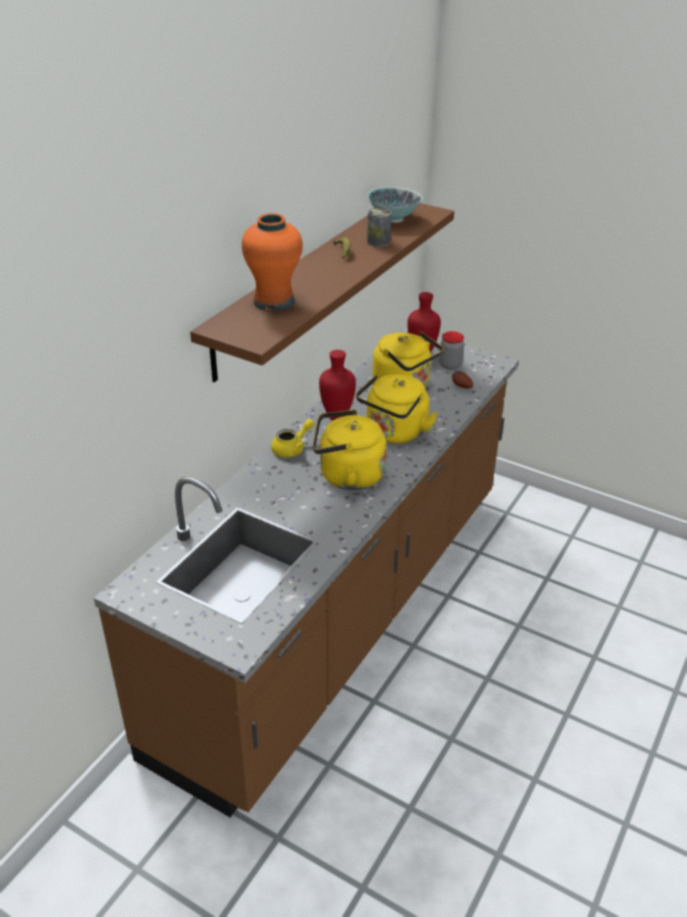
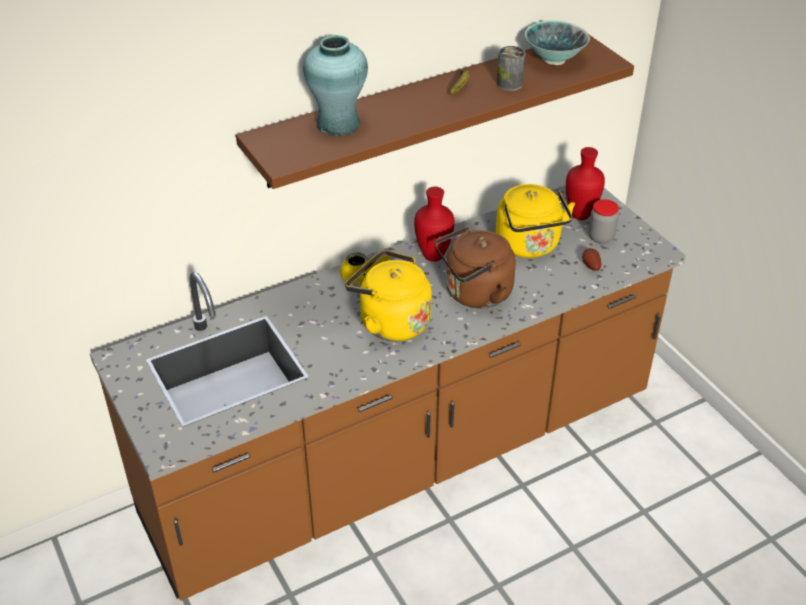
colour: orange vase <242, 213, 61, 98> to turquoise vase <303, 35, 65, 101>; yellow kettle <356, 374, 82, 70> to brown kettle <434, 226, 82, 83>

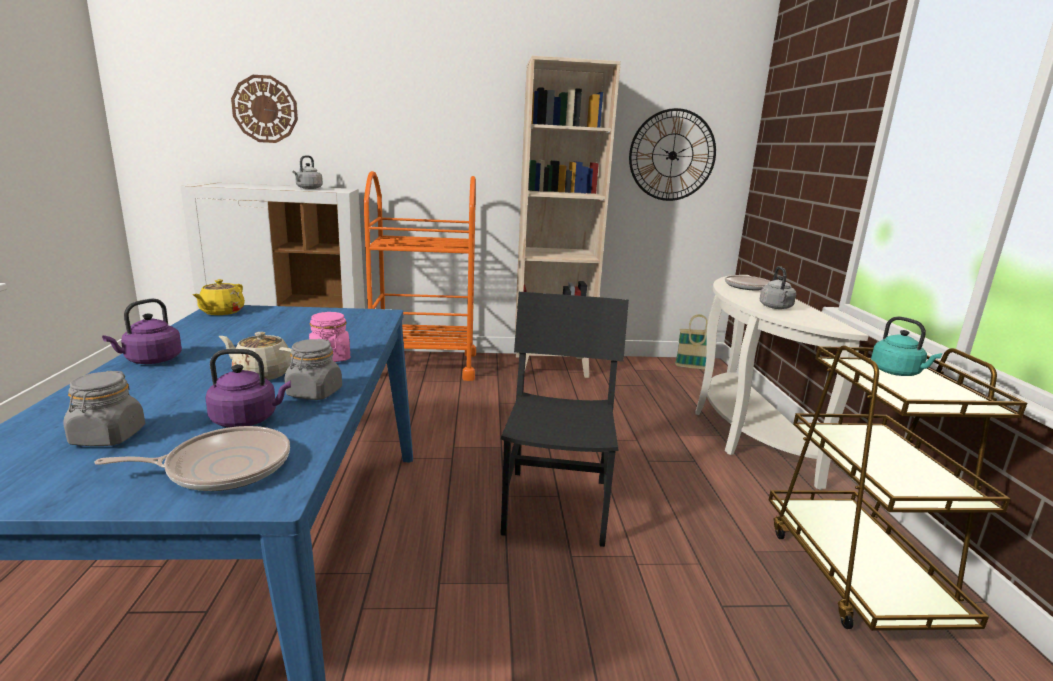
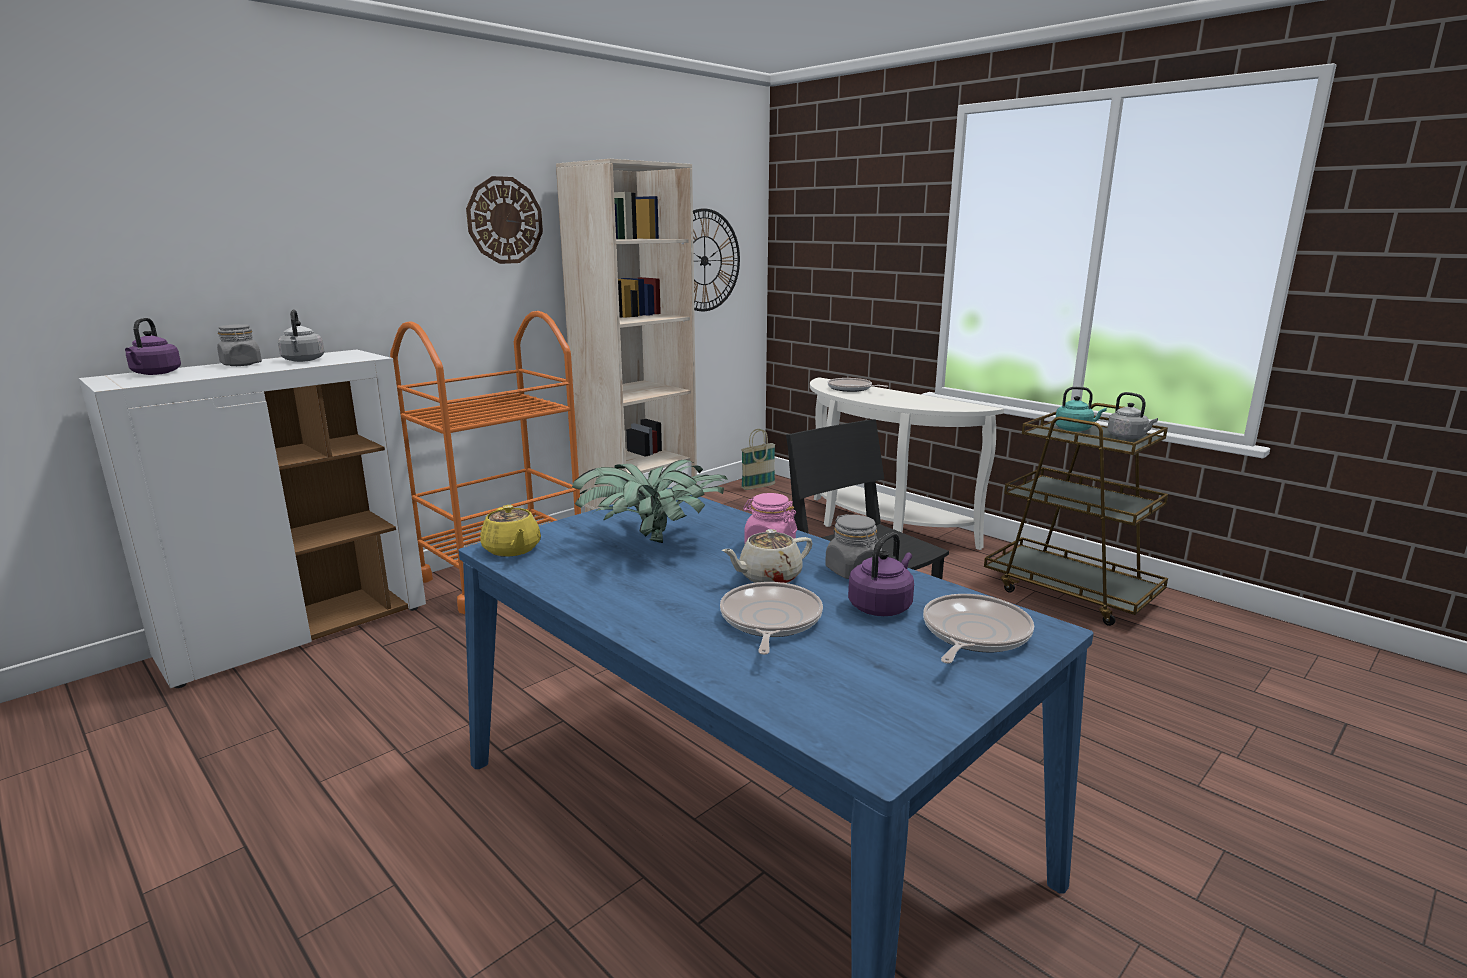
appeared: potted plant <572, 460, 156, 83>; frying pan <720, 582, 103, 73>
relocated: grey jar <63, 371, 82, 75> to <217, 324, 45, 42>; purple kettle <102, 298, 80, 66> to <125, 318, 56, 57>; wall clock <231, 75, 67, 68> to <466, 176, 77, 88>; grey kettle <760, 266, 36, 43> to <1107, 392, 51, 47>

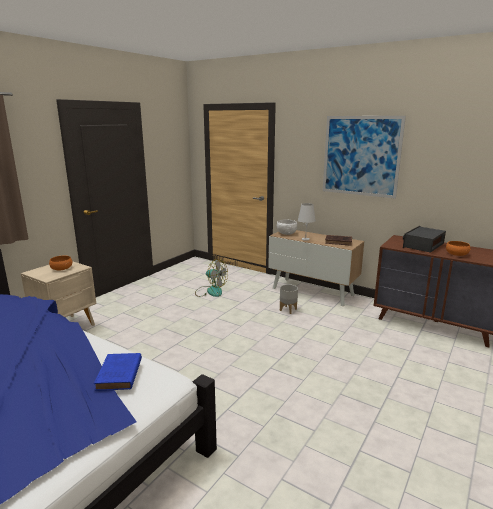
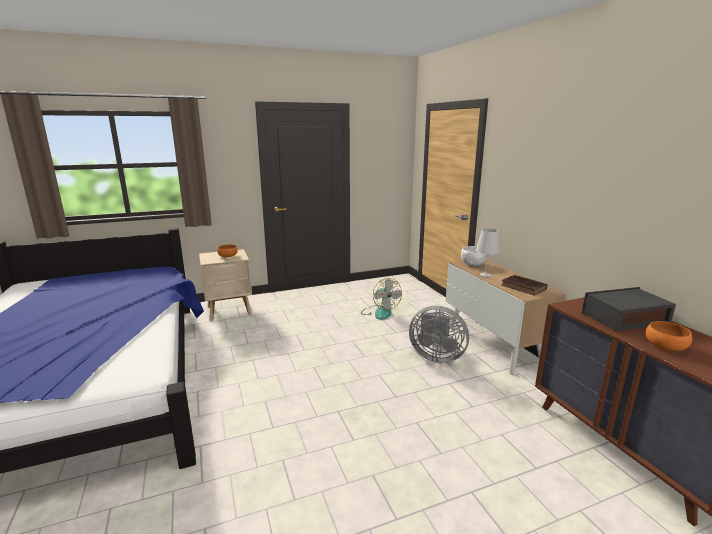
missing: blue book <94, 353, 48, 38>; picture <323, 116, 83, 83>
exchanged: grey planter <280, 284, 18, 30> to grey fan <409, 306, 60, 57>

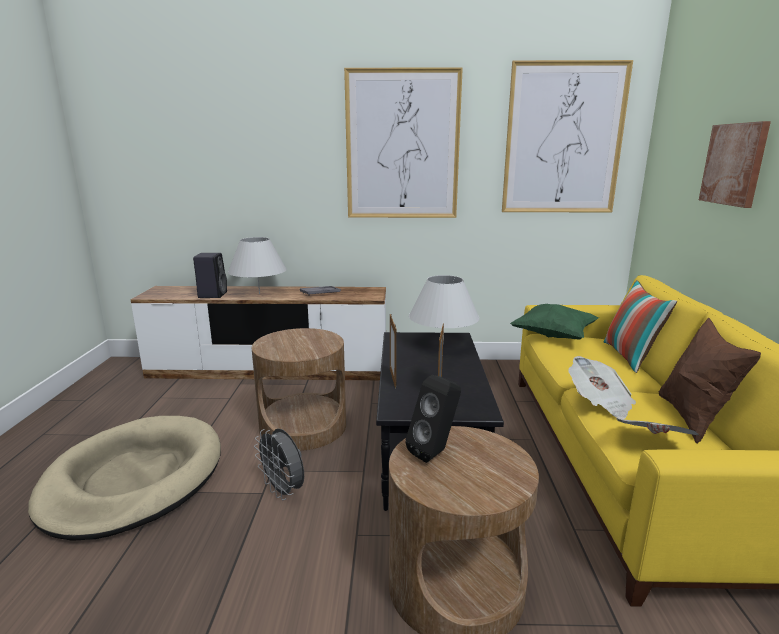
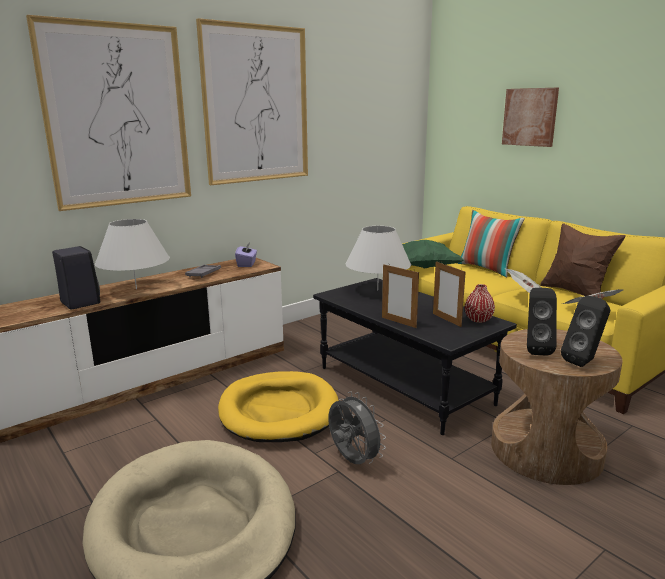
appeared: purple tissue box <235, 243, 22, 24>; red vase <465, 284, 30, 39>; black speaker <561, 296, 49, 71>
relocated: picture <502, 60, 131, 152> to <26, 15, 165, 196>
exchanged: brown side table <252, 328, 94, 123> to yellow dog bed <218, 371, 121, 71>
spun: grey fan <254, 429, 50, 71> = <328, 391, 58, 73> 135 degrees counterclockwise

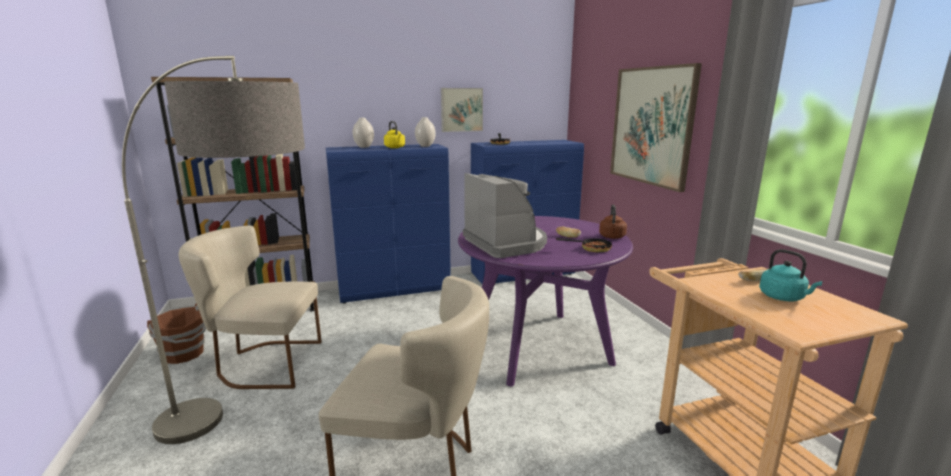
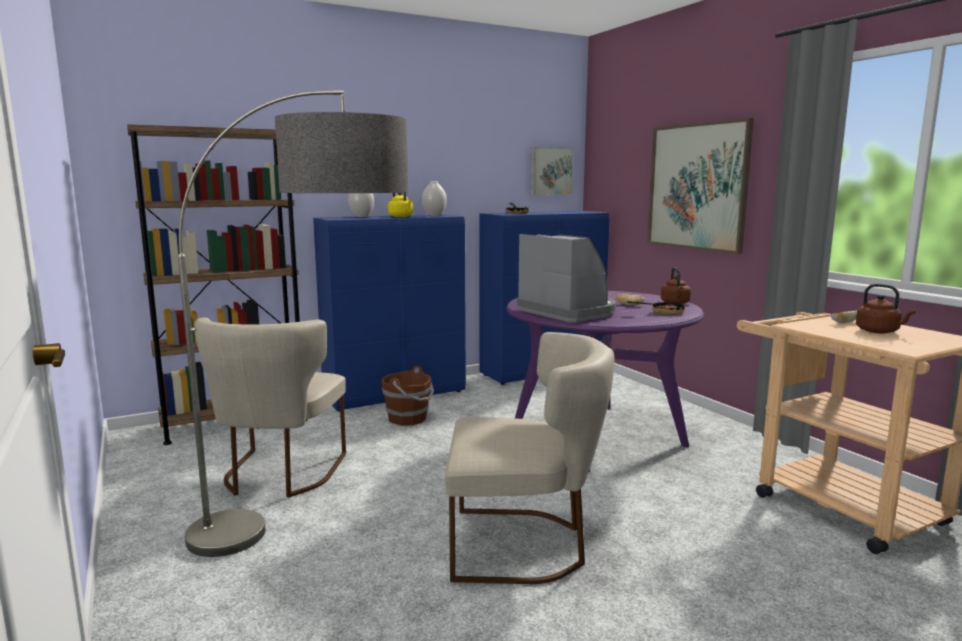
relocated: brown bucket <147, 303, 59, 61> to <382, 366, 52, 60>; picture <441, 88, 42, 44> to <530, 147, 44, 49>
colour: turquoise kettle <759, 249, 64, 53> to brown kettle <856, 284, 60, 49>
spun: beige chair <179, 226, 143, 163> = <195, 318, 151, 179> 75 degrees counterclockwise

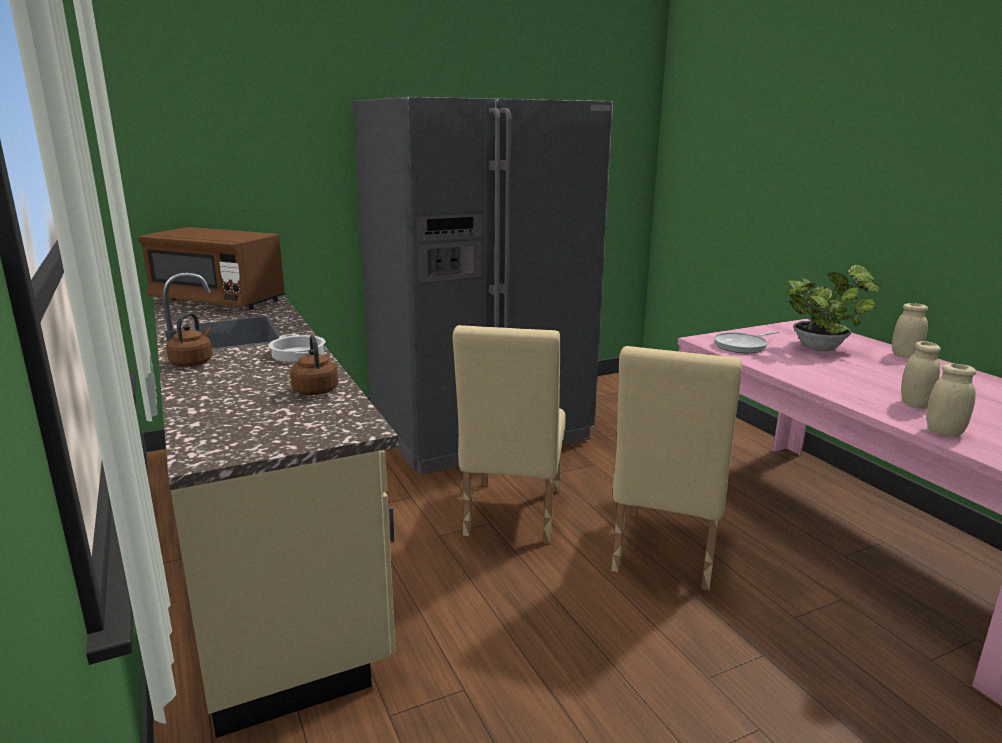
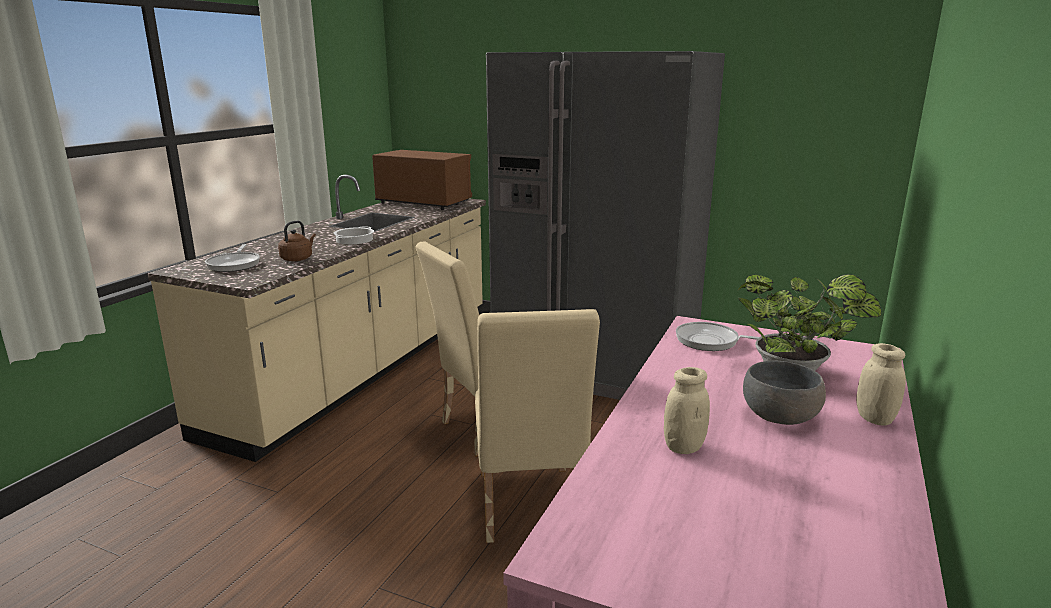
missing: brown kettle <166, 313, 47, 54>; beige jar <927, 364, 49, 72>
appeared: frying pan <205, 244, 55, 28>; grey bowl <743, 361, 83, 64>
spun: brown microwave <137, 227, 149, 83> = <372, 150, 100, 60> 135 degrees clockwise; beige chair <611, 346, 131, 245> = <475, 309, 125, 234> 75 degrees counterclockwise

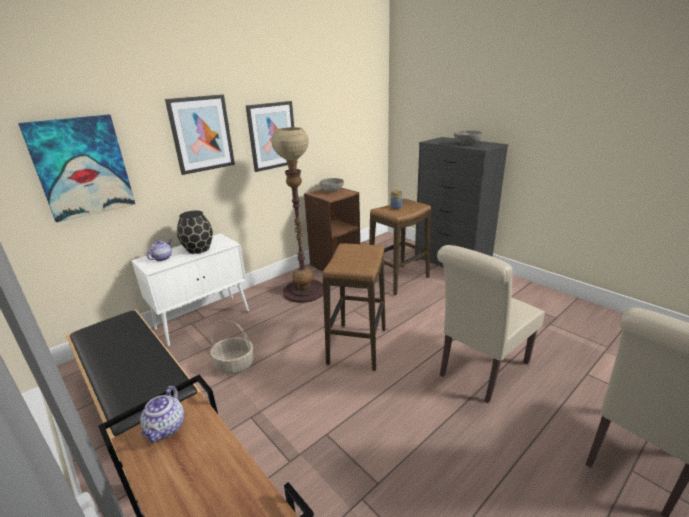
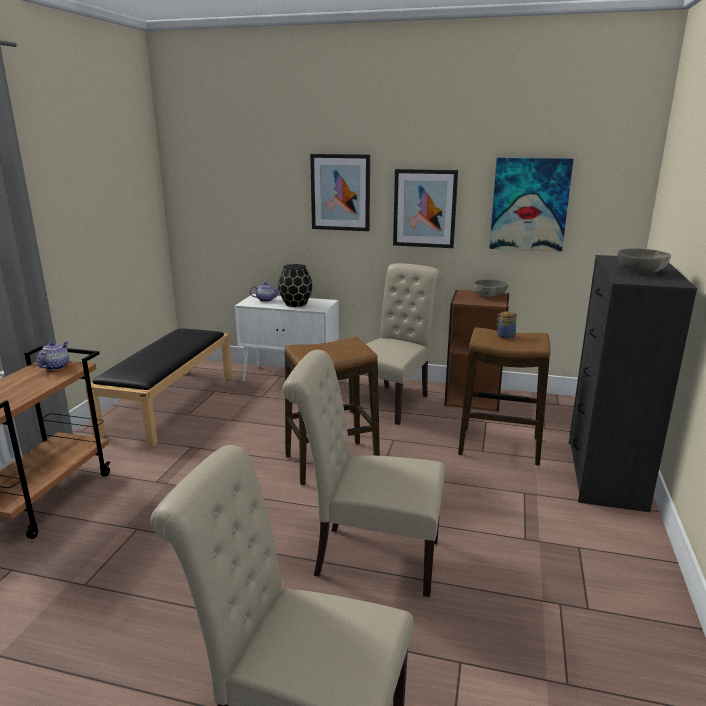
missing: basket <210, 320, 44, 54>
relocated: picture <18, 114, 118, 108> to <489, 158, 85, 94>
exchanged: floor lamp <271, 127, 52, 176> to beige chair <349, 263, 92, 162>
spun: teapot <140, 386, 44, 57> = <37, 342, 32, 28> 135 degrees clockwise

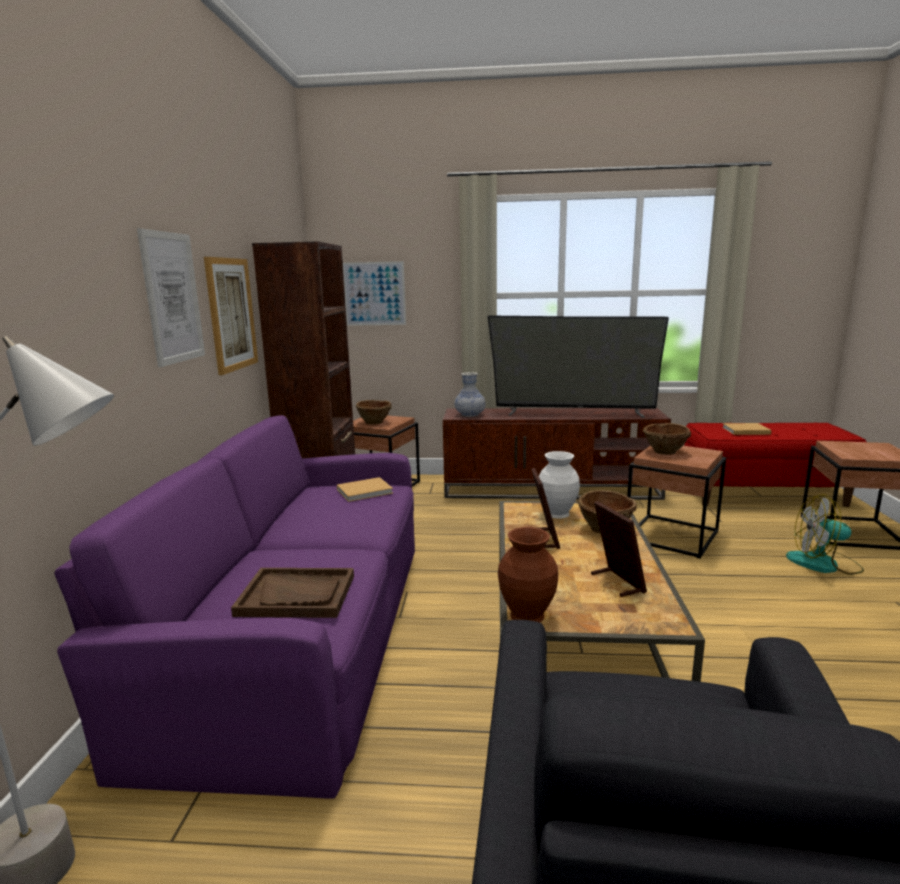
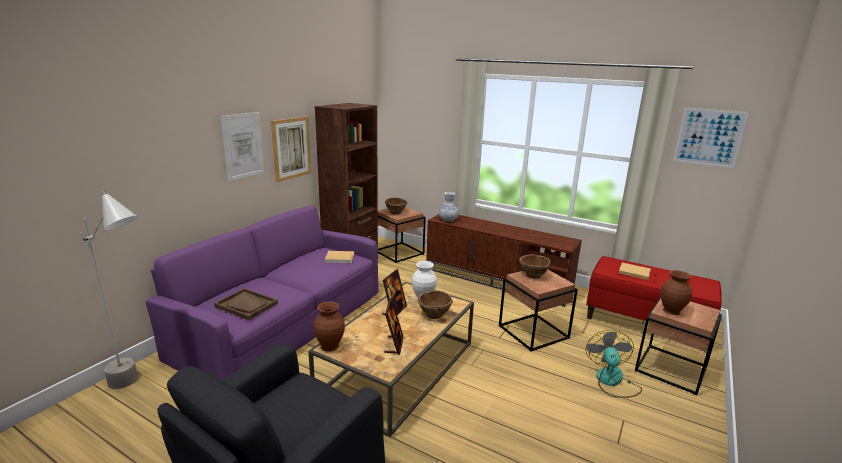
missing: television <488, 315, 181, 103>
appeared: brown vase <660, 270, 32, 45>
relocated: picture <343, 261, 63, 65> to <673, 108, 76, 60>
spun: fan <786, 494, 78, 81> = <585, 330, 57, 68> 60 degrees clockwise

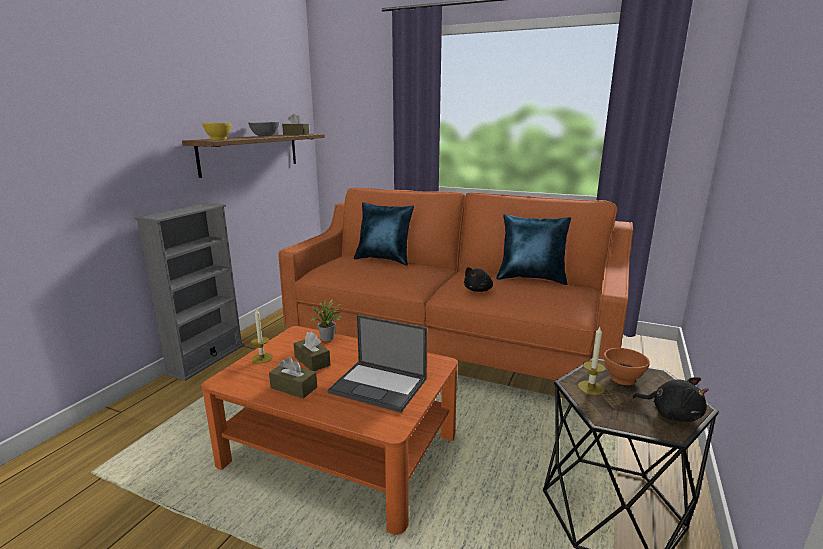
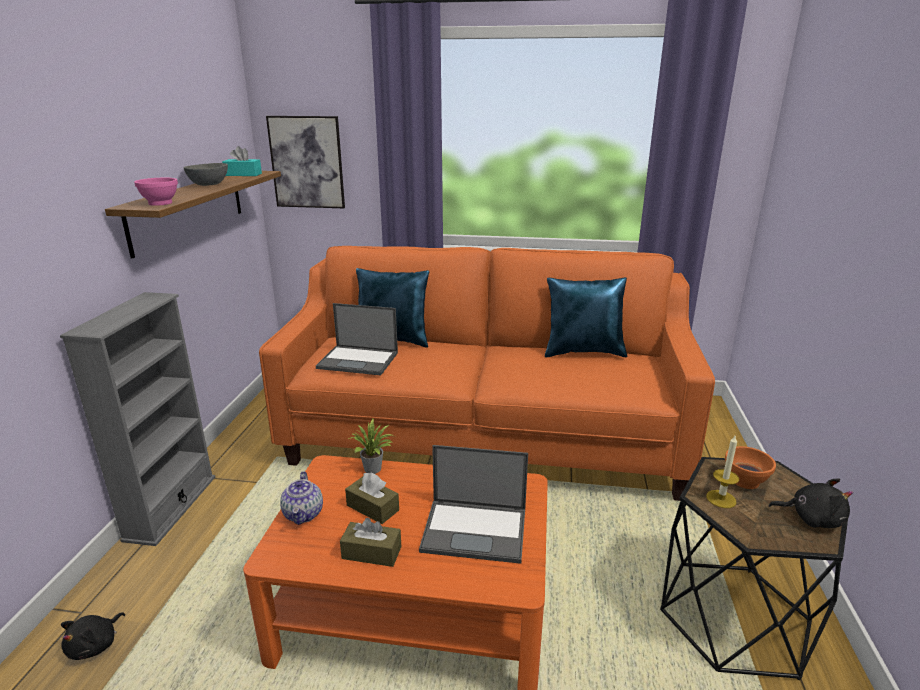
appeared: picture <266, 116, 79, 92>; laptop <316, 303, 82, 72>
relocated: black plush toy <464, 267, 29, 25> to <61, 612, 64, 48>
exchanged: candle <251, 308, 22, 55> to teapot <280, 471, 43, 54>
colour: yellow bowl <202, 123, 29, 17> to pink bowl <134, 178, 44, 28>; brown tissue box <282, 114, 27, 21> to turquoise tissue box <222, 146, 40, 30>

